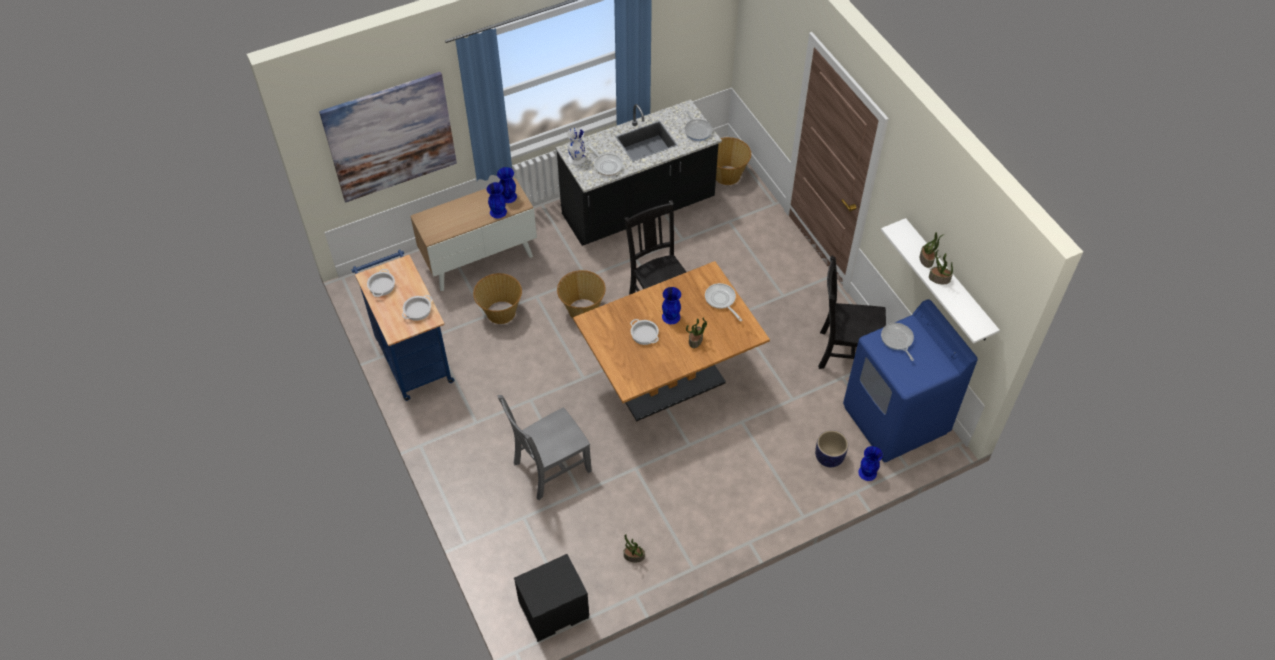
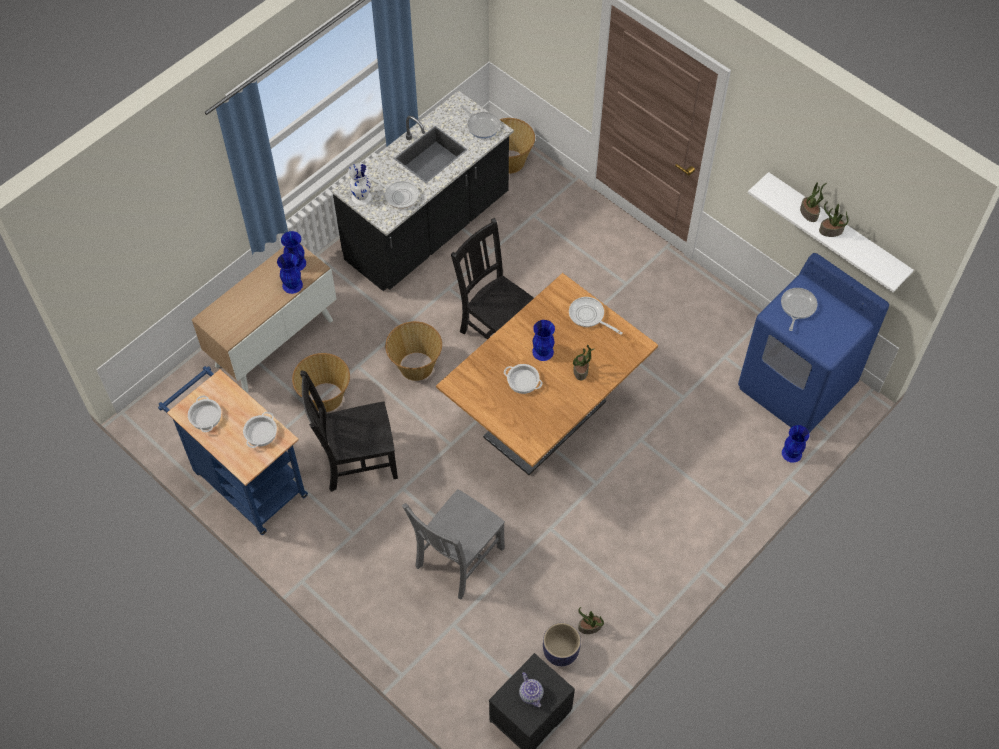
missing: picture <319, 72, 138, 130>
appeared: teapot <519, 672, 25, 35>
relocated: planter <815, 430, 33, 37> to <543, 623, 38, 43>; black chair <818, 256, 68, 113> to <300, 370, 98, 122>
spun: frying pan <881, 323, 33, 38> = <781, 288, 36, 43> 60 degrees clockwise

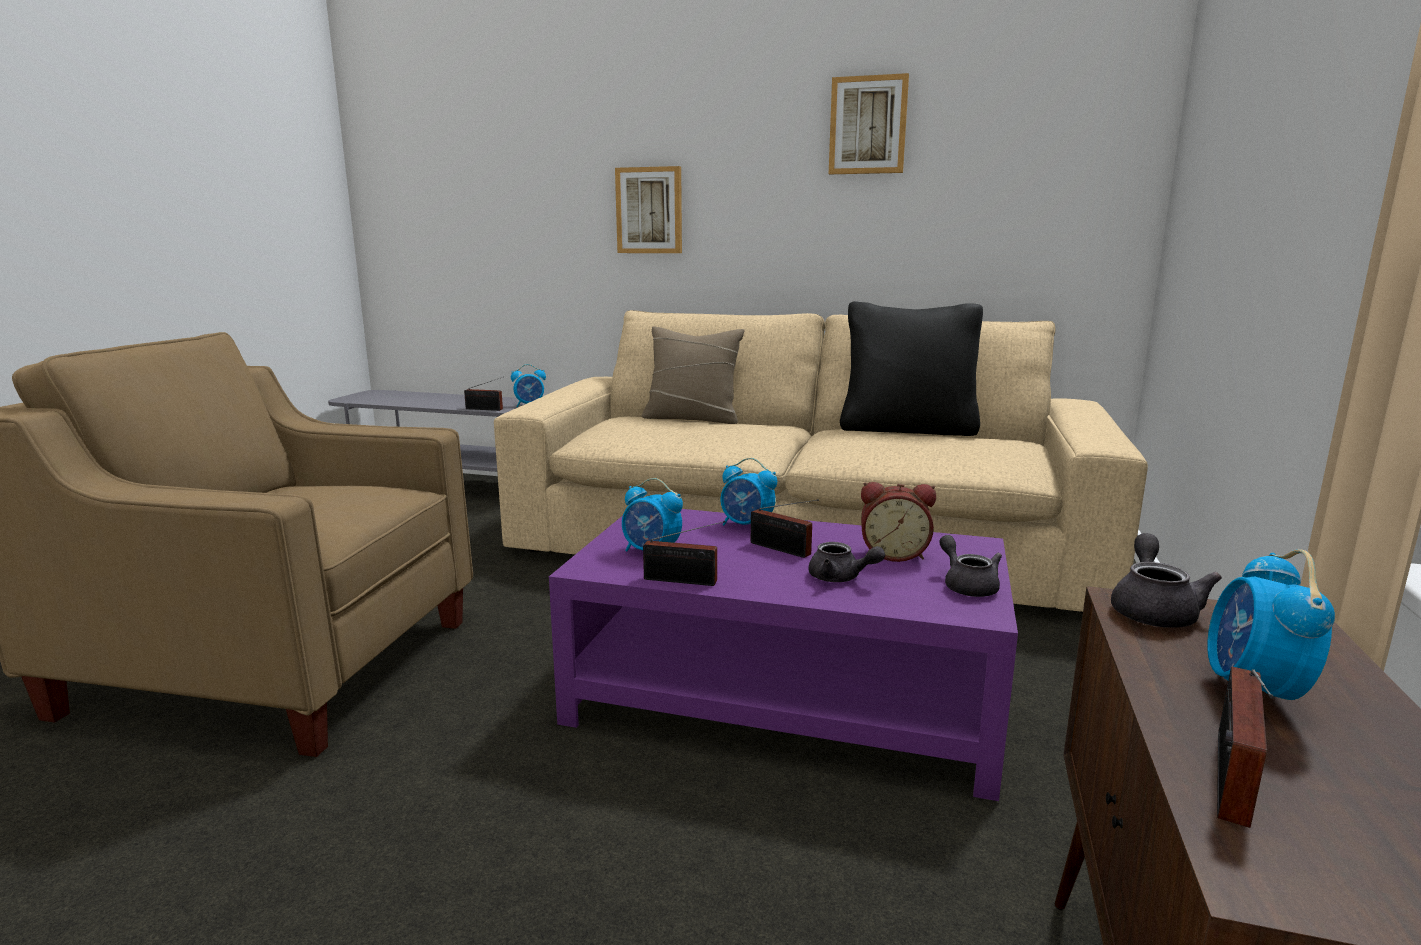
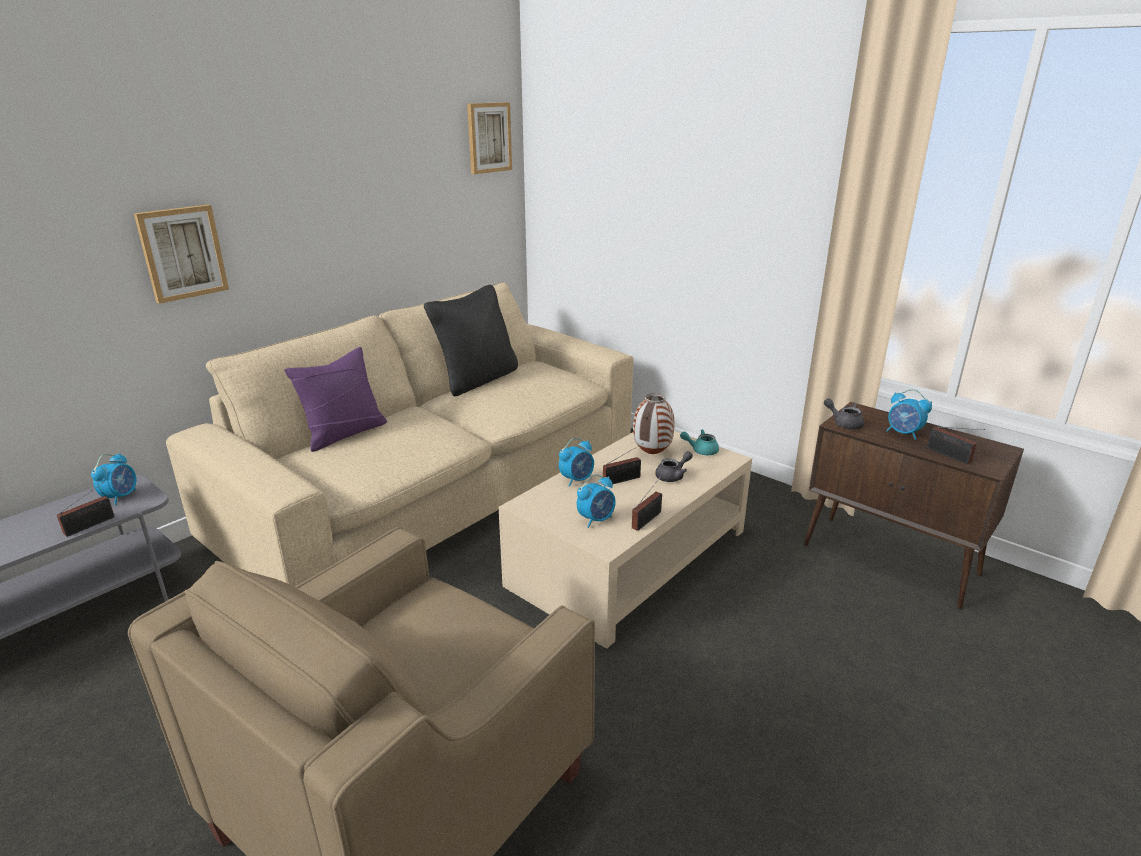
relocated: picture <829, 73, 80, 101> to <467, 102, 45, 72>
exchanged: alarm clock <861, 482, 75, 80> to vase <633, 393, 41, 61>
colour: purple coffee table <549, 509, 469, 292> to beige coffee table <499, 431, 253, 218>; beige pillow <641, 326, 103, 98> to purple pillow <284, 347, 103, 105>; grey teapot <940, 535, 62, 62> to turquoise teapot <680, 429, 39, 26>

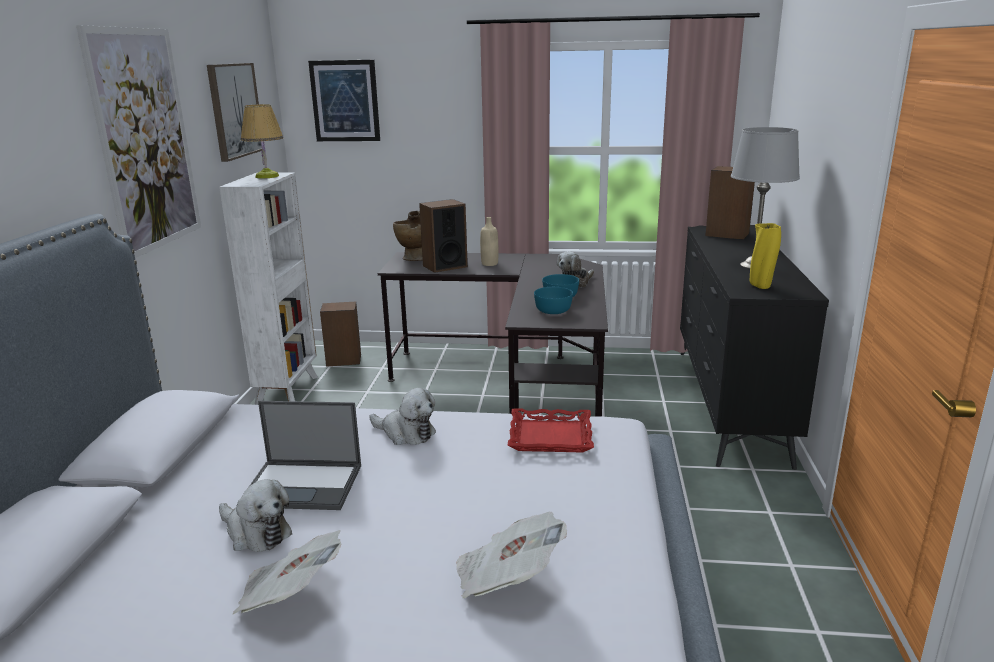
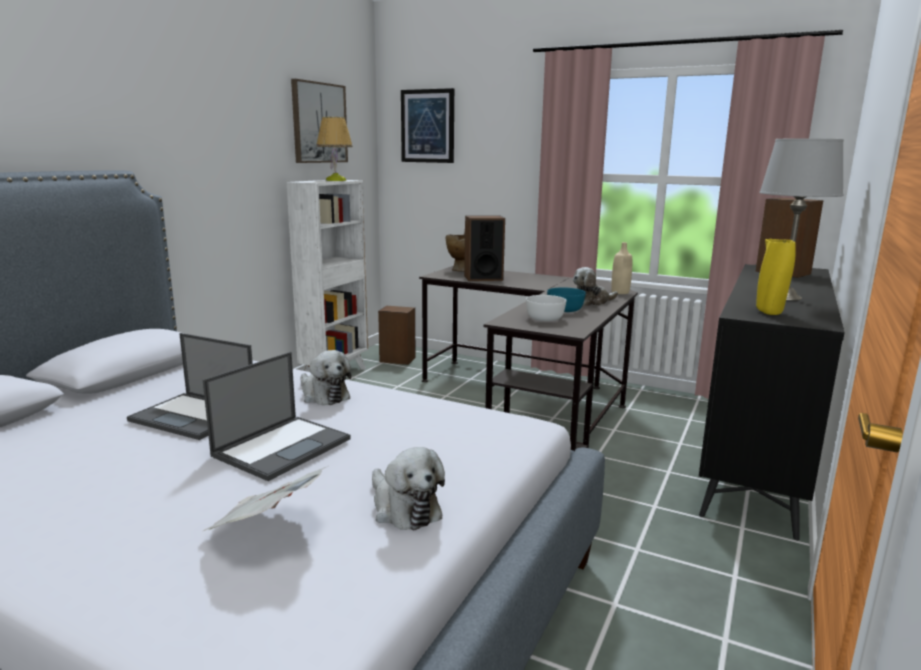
missing: picture <76, 25, 125, 233>; newspaper <233, 530, 108, 84>; red tray <507, 408, 87, 45>
appeared: laptop <203, 352, 148, 129>
relocated: plush toy <219, 479, 73, 73> to <372, 447, 73, 83>; beige bottle <480, 217, 18, 49> to <611, 242, 21, 52>
colour: turquoise bowl <534, 287, 39, 27> to white bowl <526, 295, 40, 26>

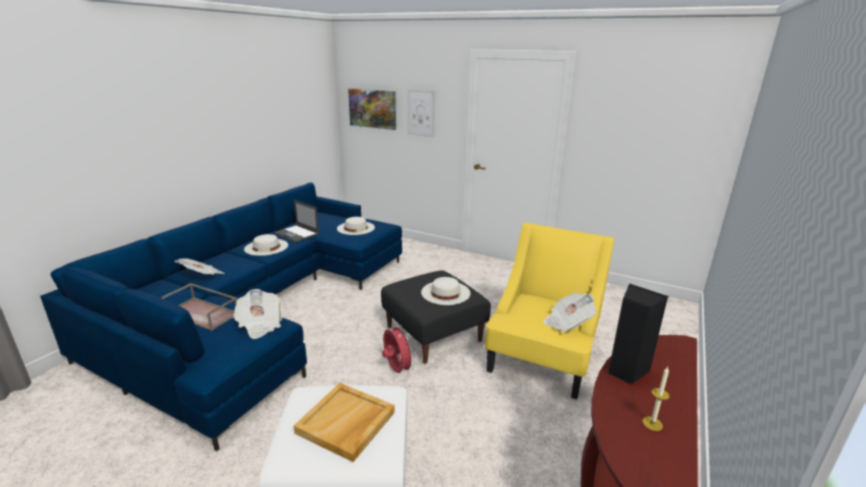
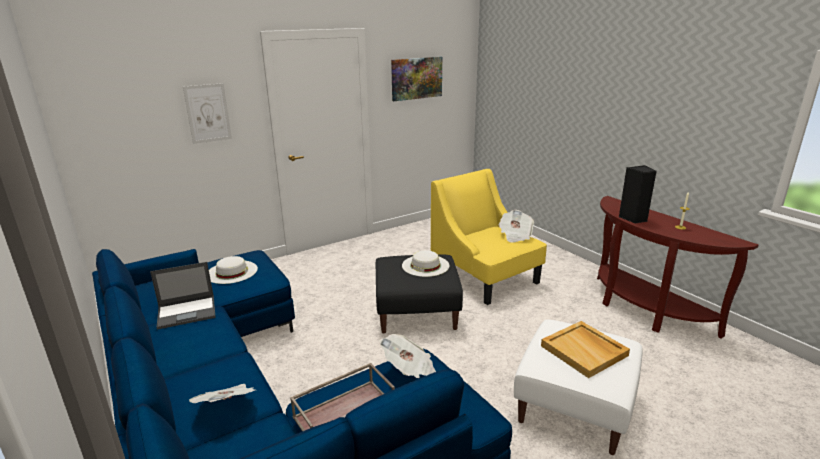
missing: white hat <244, 234, 44, 22>; red fan <382, 324, 33, 49>
relocated: picture <348, 88, 48, 42> to <391, 57, 51, 44>

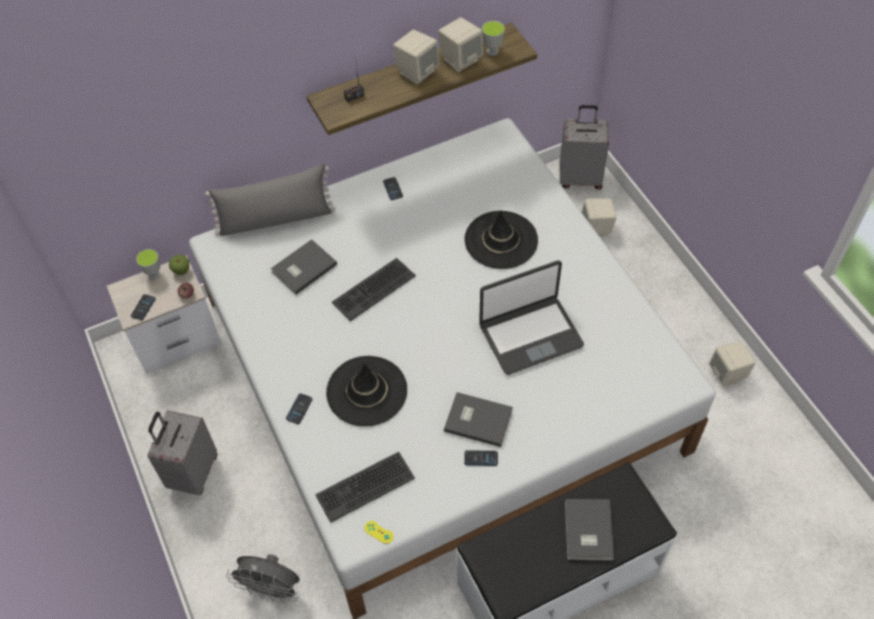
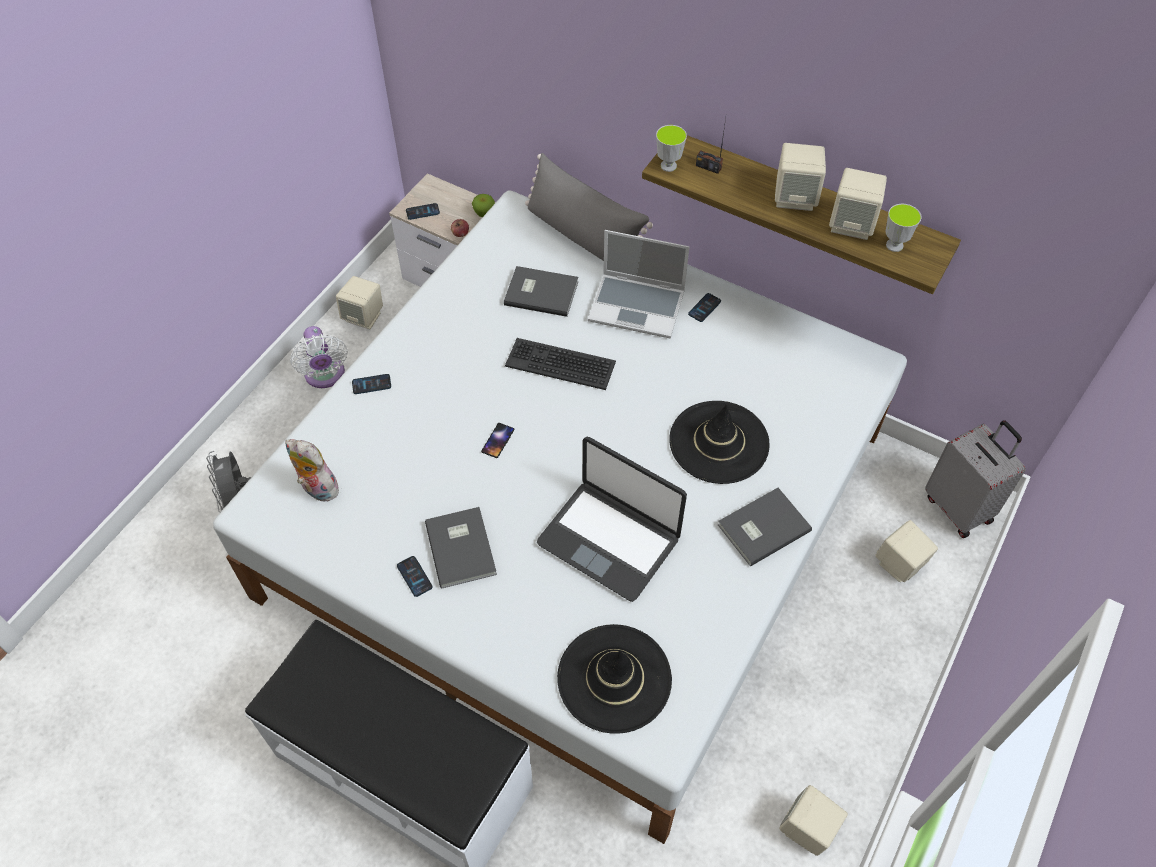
missing: yellow game controller <364, 521, 30, 23>
appeared: beige speaker <336, 276, 47, 54>; phone <481, 423, 33, 35>; laptop <588, 230, 101, 108>
relocated: cup <136, 249, 24, 30> to <656, 125, 31, 47>; black hat <326, 356, 81, 71> to <557, 624, 115, 110>; grey book <565, 499, 50, 62> to <718, 488, 94, 79>
exchanged: grey suitcase <148, 410, 69, 85> to white fan <290, 326, 58, 62>; keyboard <315, 452, 100, 71> to plush toy <285, 439, 56, 62>

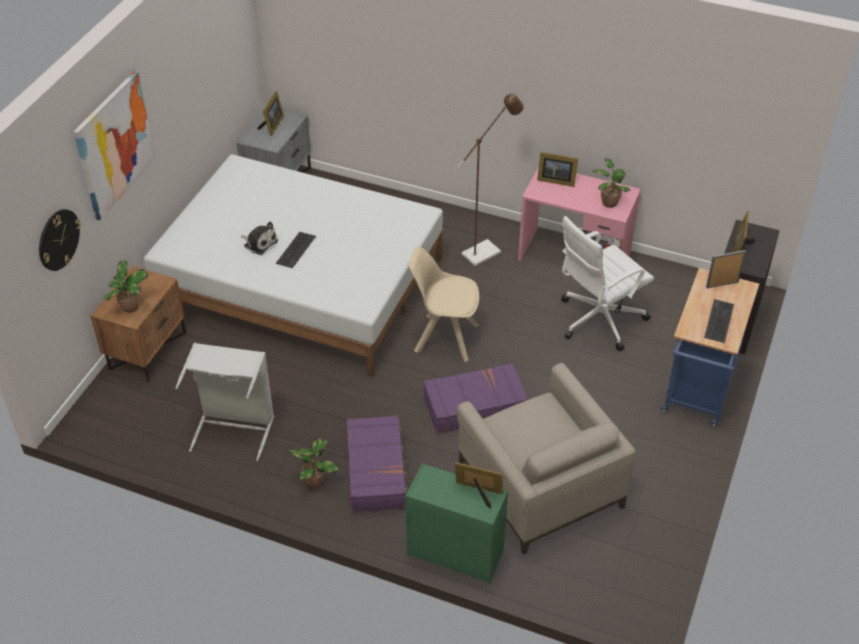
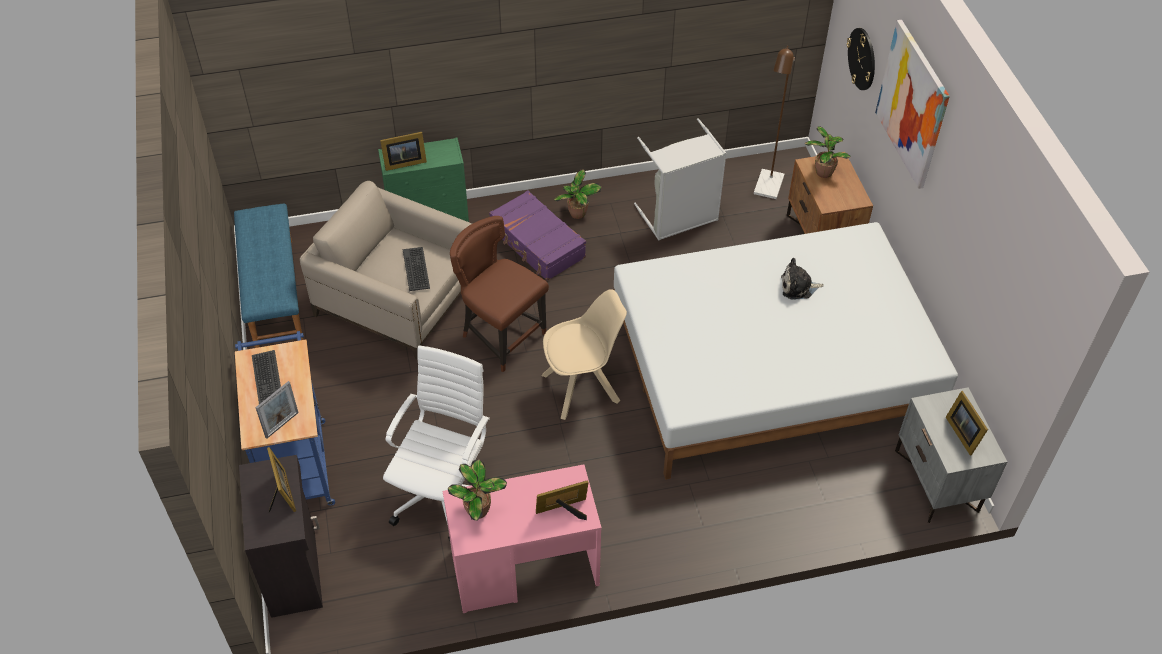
appeared: blue bench <234, 204, 69, 144>
relocated: keyboard <276, 232, 40, 36> to <403, 247, 27, 44>; brown floor lamp <458, 94, 66, 172> to <754, 46, 41, 153>
exchanged: purple suitcase <424, 363, 105, 71> to brown chair <450, 216, 99, 156>

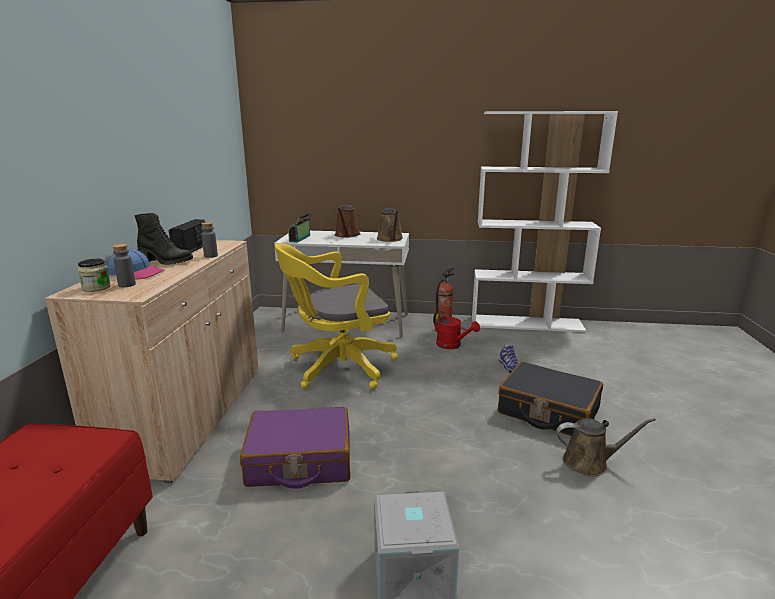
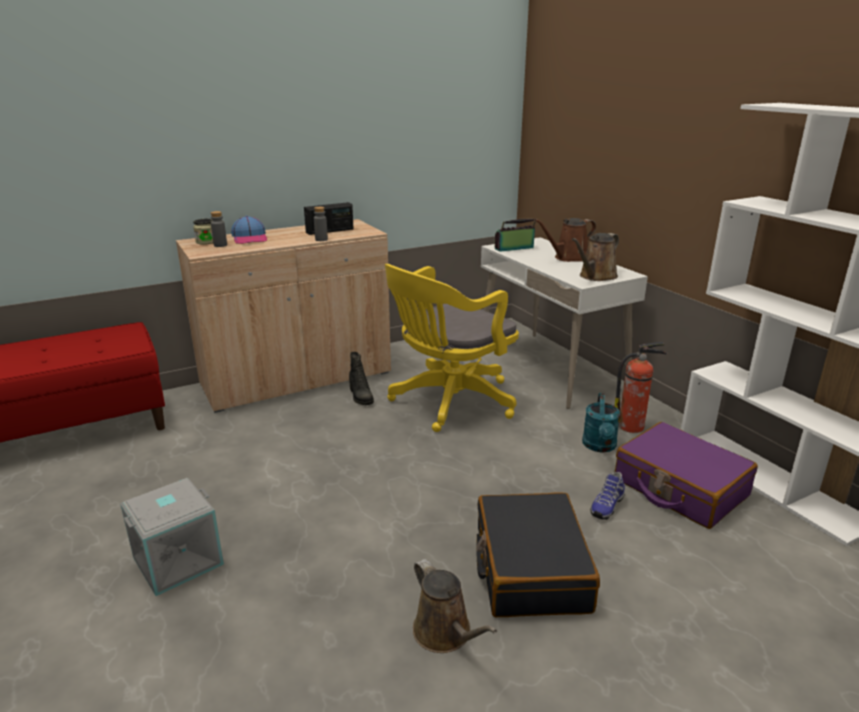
relocated: black boot <134, 213, 59, 52> to <349, 352, 25, 53>; purple suitcase <240, 407, 110, 82> to <615, 422, 143, 107>
colour: red watering can <433, 311, 47, 38> to turquoise watering can <582, 393, 38, 59>
spun: yellow office chair <275, 243, 123, 146> = <385, 264, 134, 168> 75 degrees counterclockwise

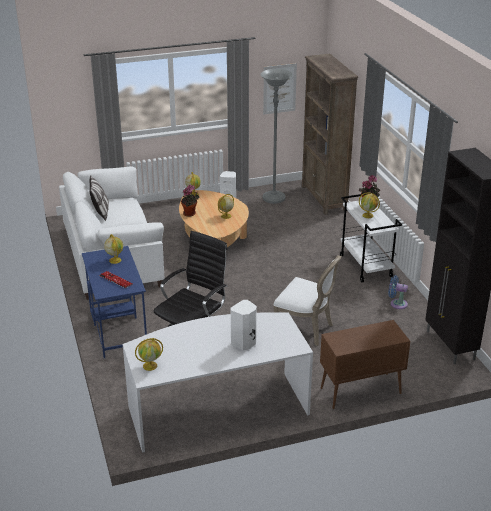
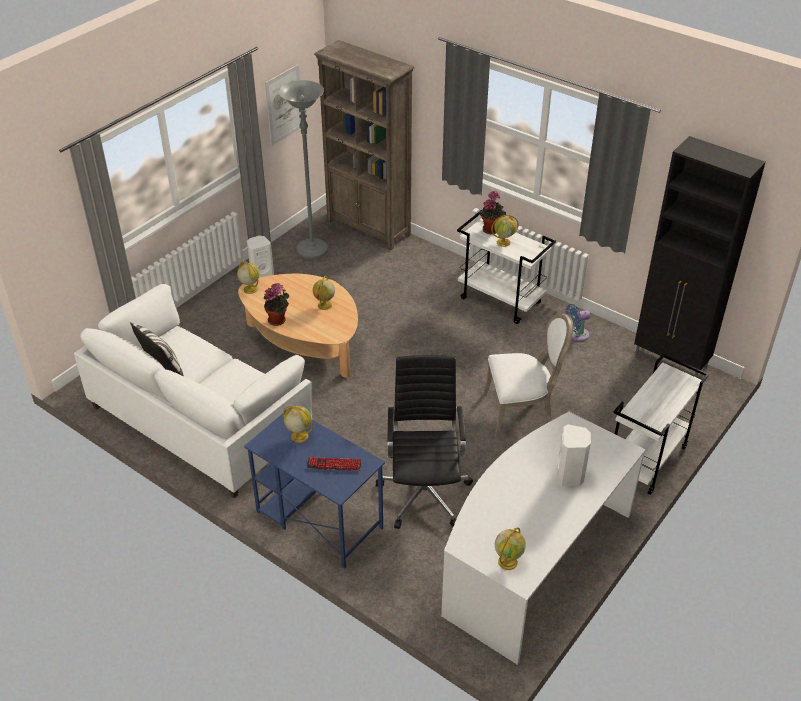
exchanged: brown cabinet <320, 320, 90, 89> to white cart <613, 354, 96, 141>

